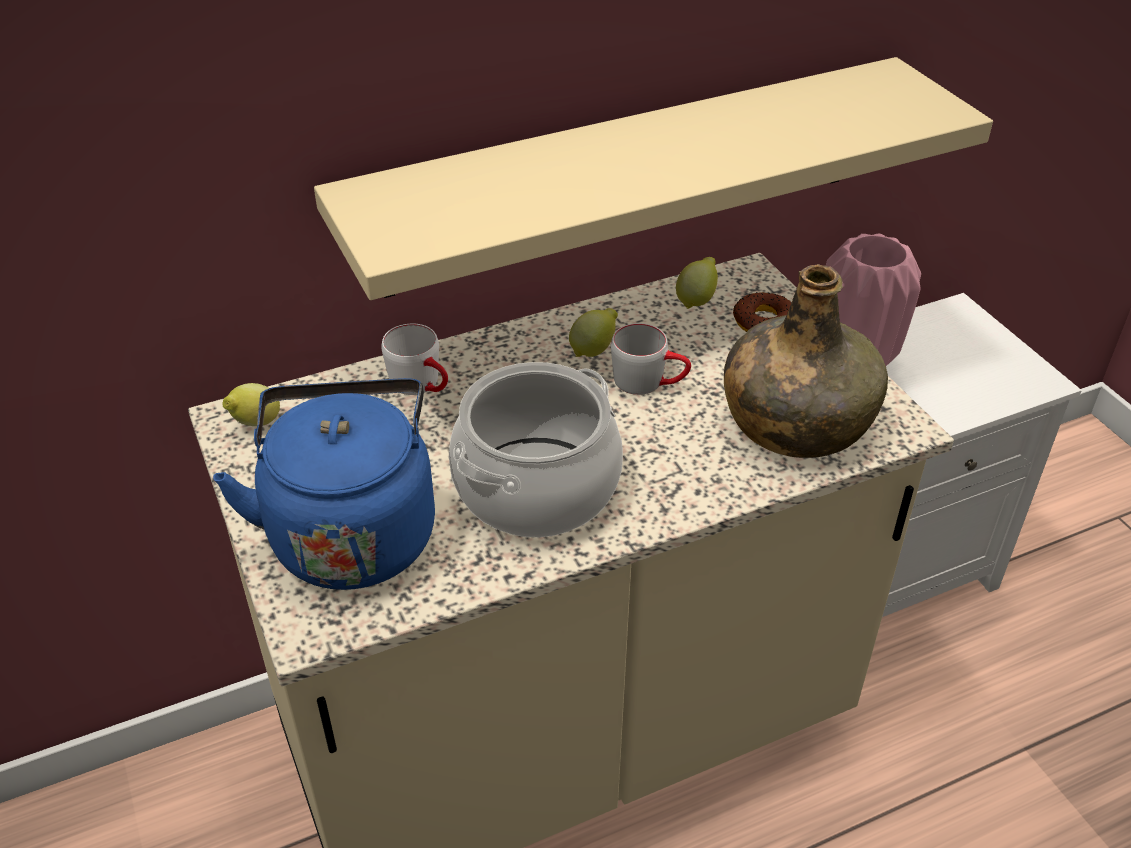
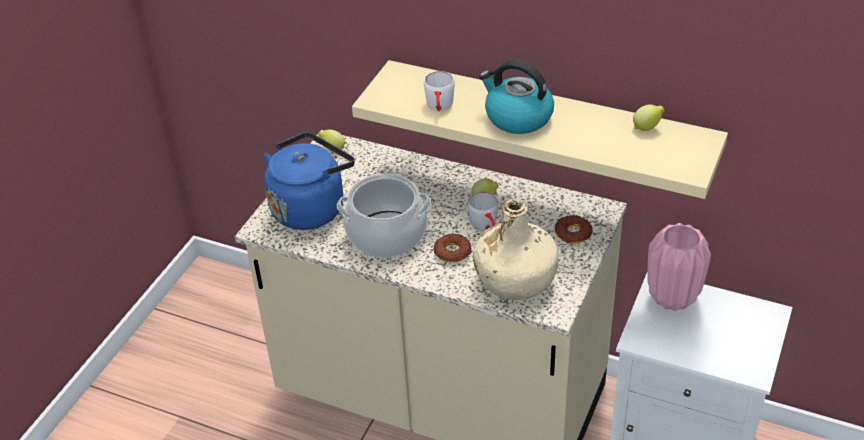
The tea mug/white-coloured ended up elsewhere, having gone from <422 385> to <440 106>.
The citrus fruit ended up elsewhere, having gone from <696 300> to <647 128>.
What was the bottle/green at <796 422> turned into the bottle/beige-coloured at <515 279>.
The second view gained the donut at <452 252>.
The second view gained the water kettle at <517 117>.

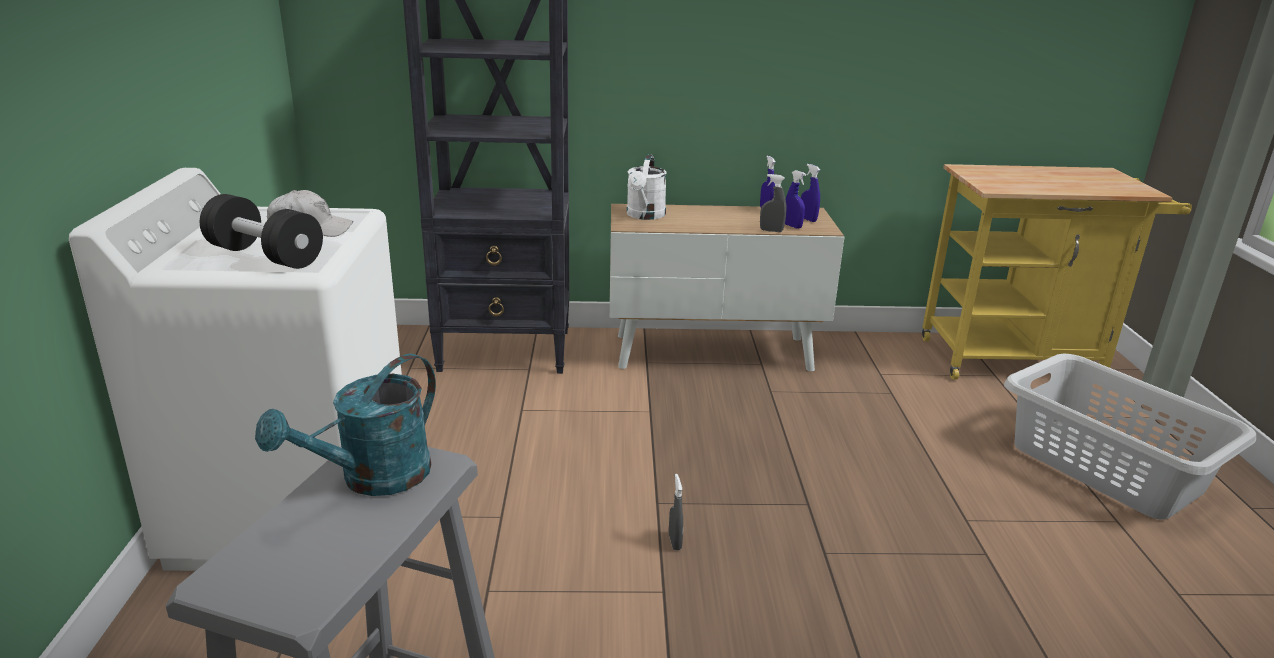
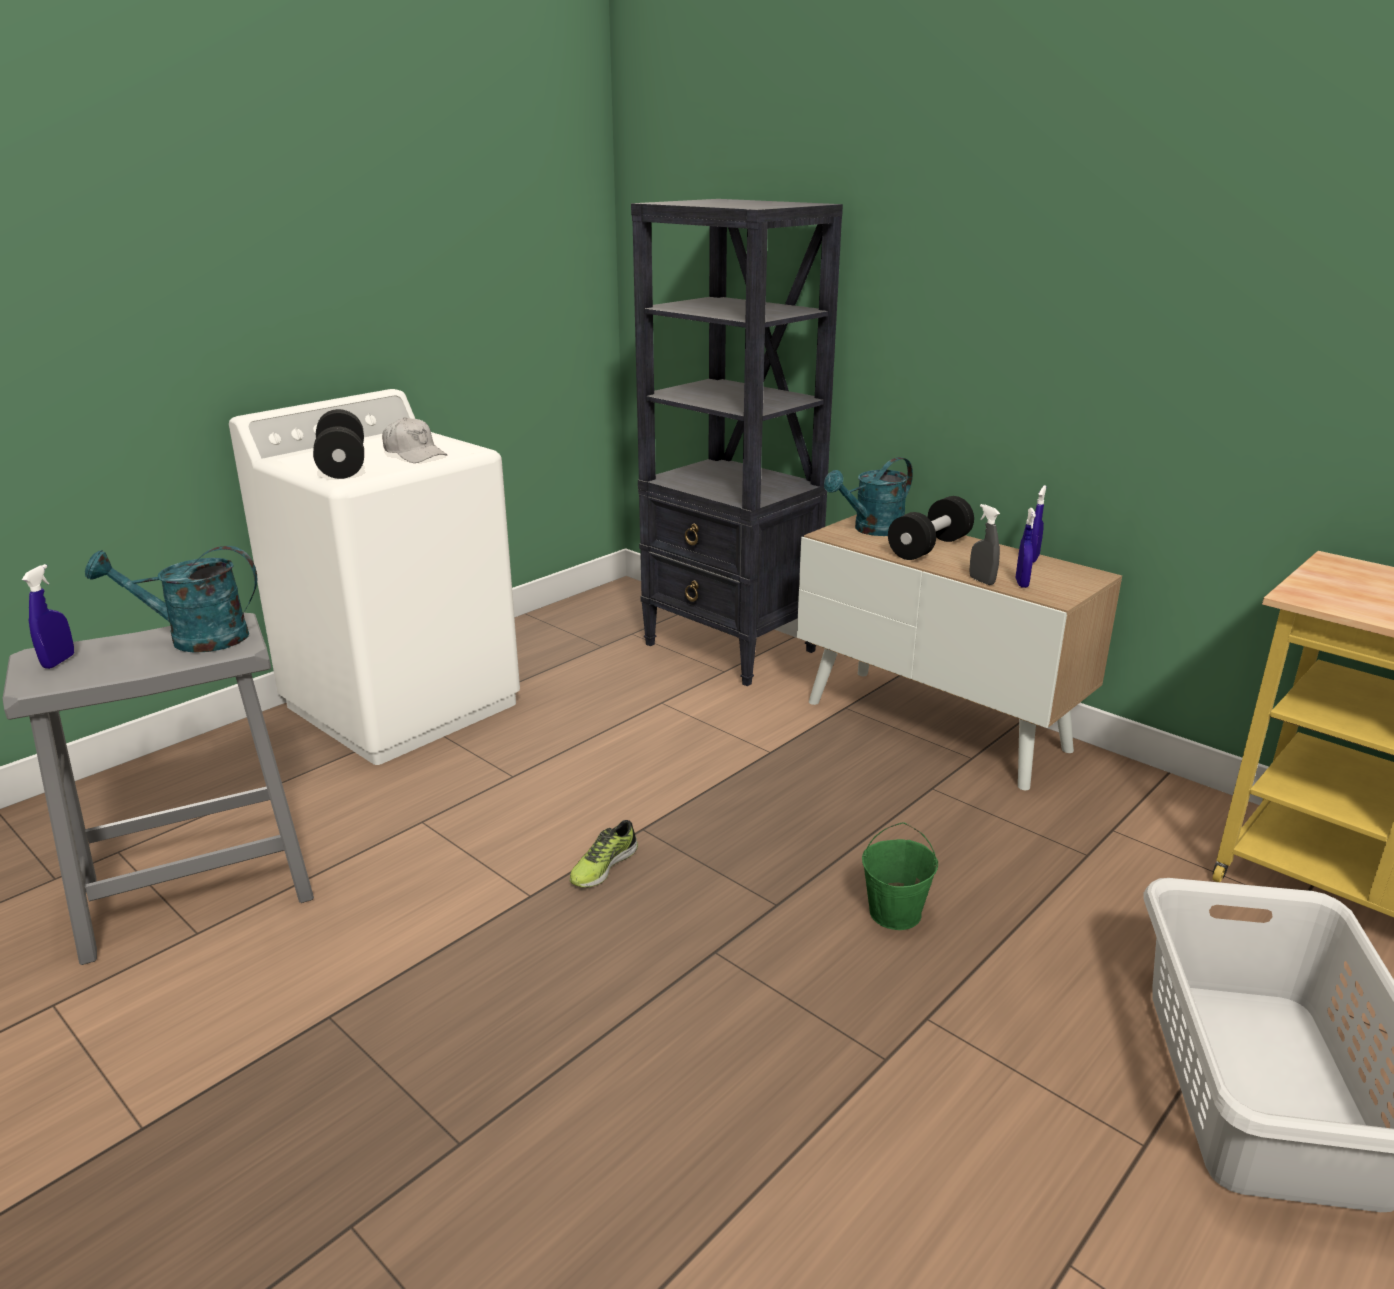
What was the watering pot/white-coloured at <645 216> turned into the watering pot/turquoise-coloured at <872 530>.
Where the spray bottle/gray stood at <675 542>, the shoe came to stand at <602 866>.
The spray bottle/bluish ended up elsewhere, having gone from <807 219> to <59 661>.
The second view gained the bucket/green at <895 913>.
The second view gained the hand weight/blackish at <929 548>.

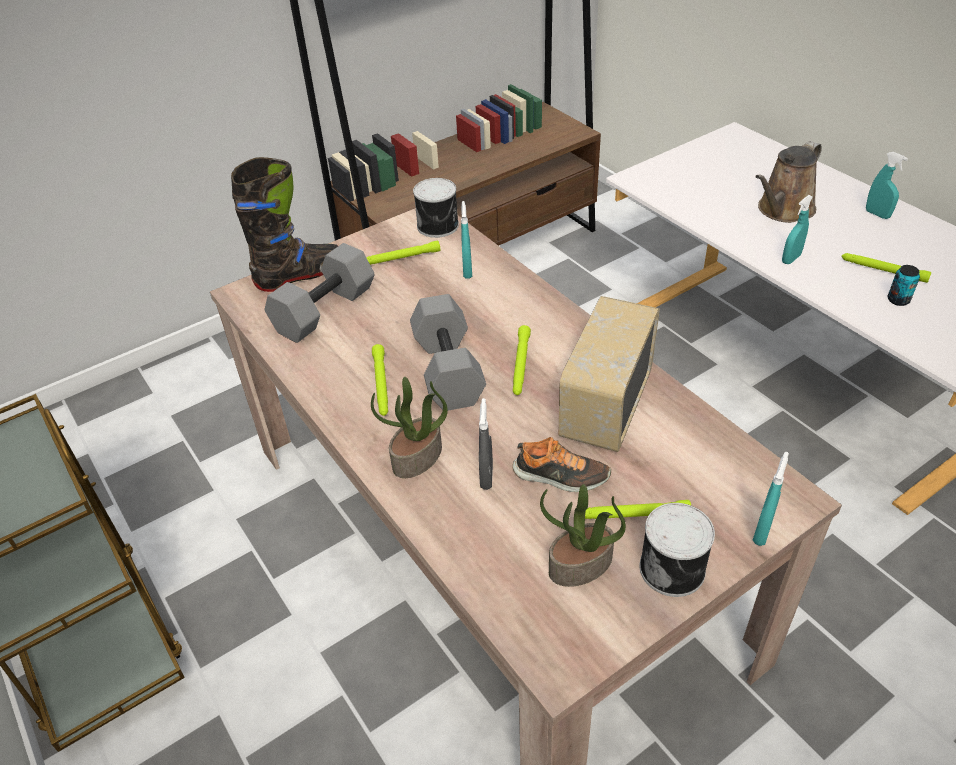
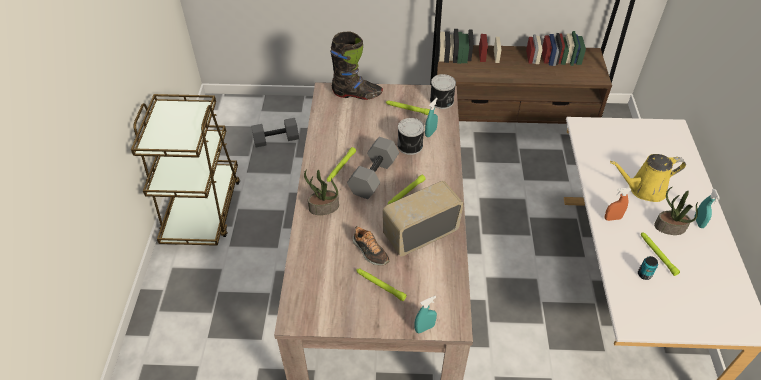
The hand weight/gray ended up elsewhere, having gone from <325 311> to <276 140>.
The second view lost the spray bottle/gray at <486 477>.
The potted plant ended up elsewhere, having gone from <580 566> to <669 228>.
The can ended up elsewhere, having gone from <673 568> to <410 145>.
What was the watering pot/brownish at <783 210> turned into the watering pot/yellow-coloured at <643 189>.
What was the spray bottle/turquoise-coloured at <791 259> turned into the spray bottle/orangey at <612 218>.

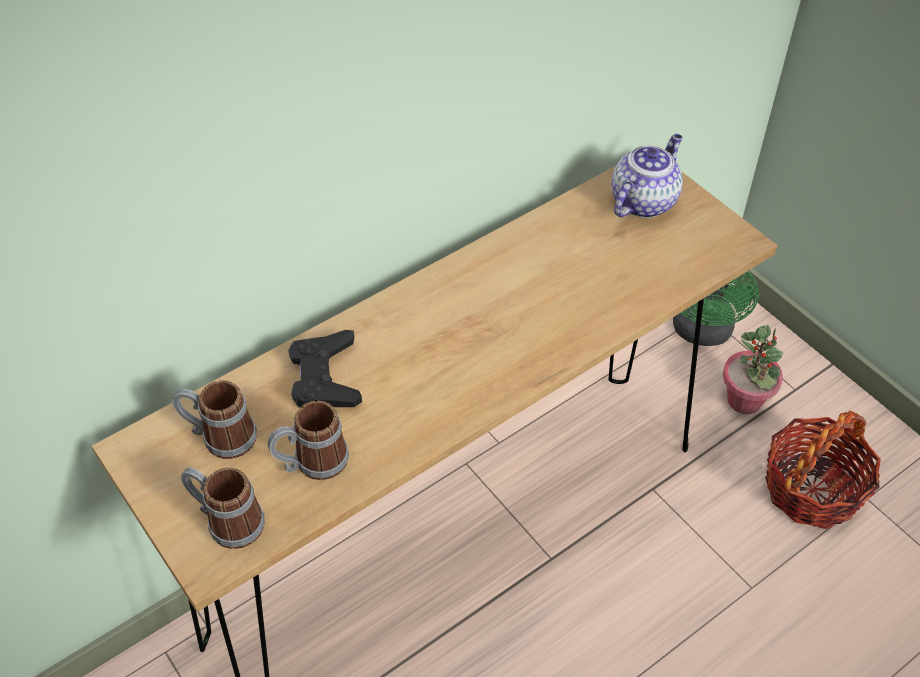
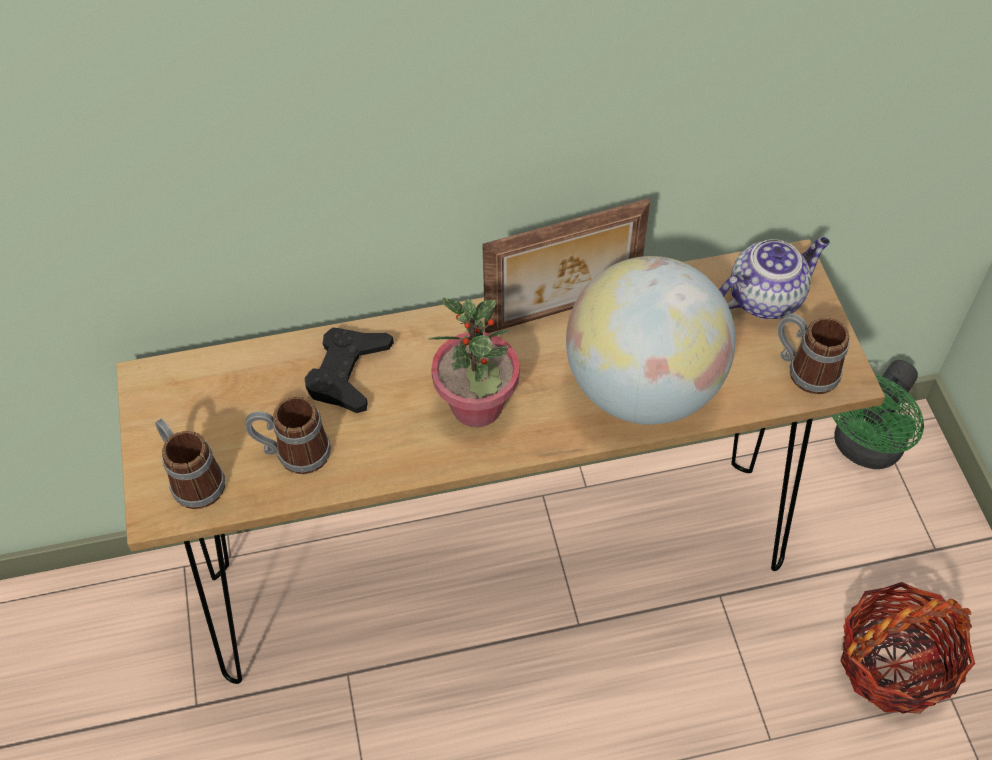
The tea mug ended up elsewhere, having gone from <220 437> to <804 369>.
The potted plant ended up elsewhere, having gone from <744 401> to <477 406>.
The second view gained the photo frame at <563 312>.
The second view gained the globe at <643 388>.

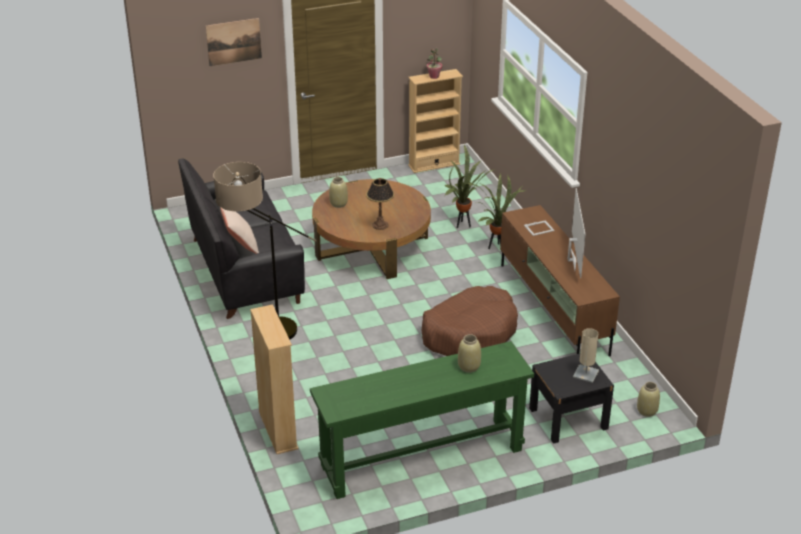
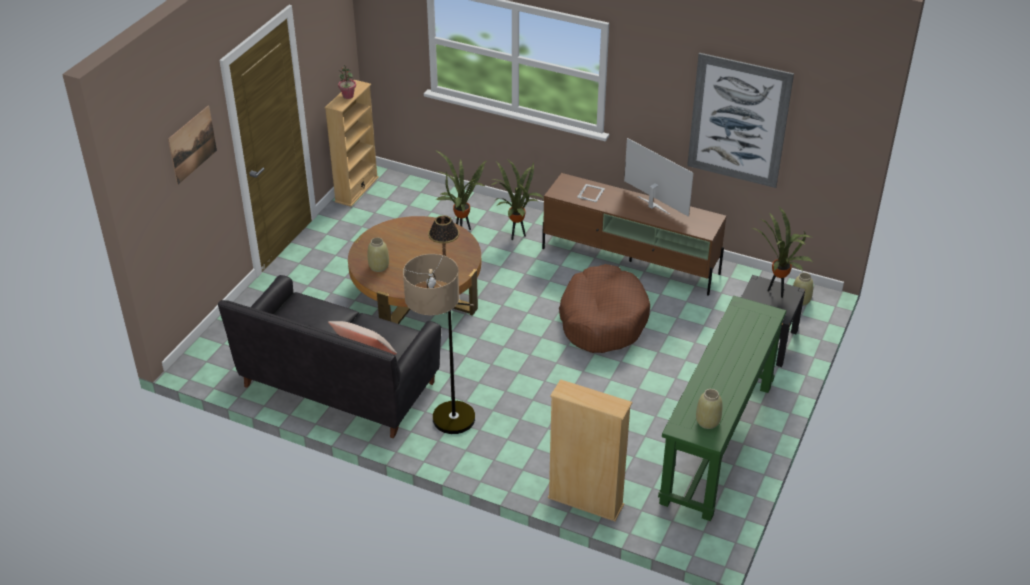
The vase/beige-coloured ended up elsewhere, having gone from <469 366> to <707 421>.
Where the tabletop lamp/beige-coloured stood at <585 374>, the potted plant came to stand at <777 292>.
The second view gained the wall art at <738 121>.

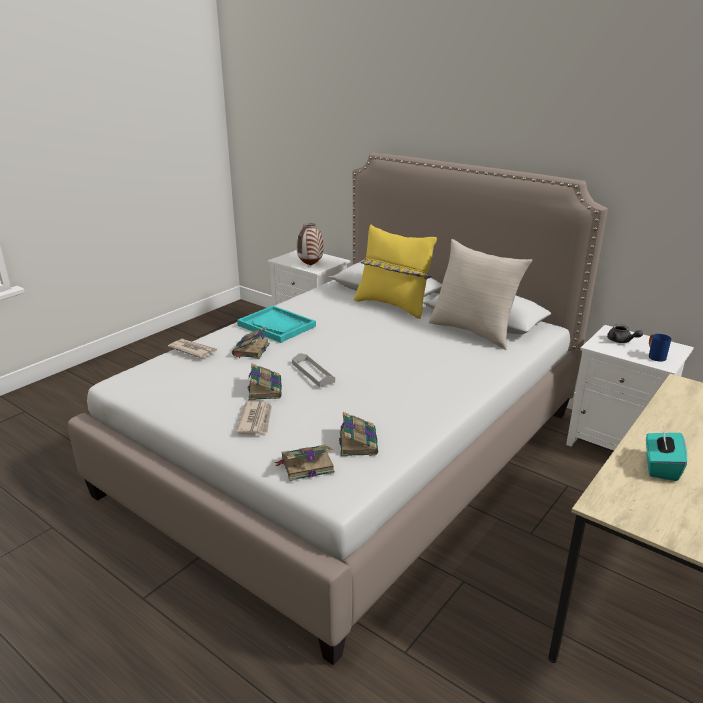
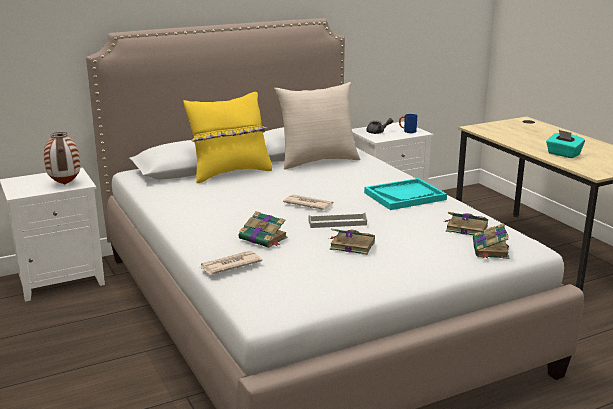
The newspaper ended up elsewhere, having gone from <256 420> to <308 204>.
The tray/turquoise-coloured ended up elsewhere, having gone from <277 326> to <405 196>.

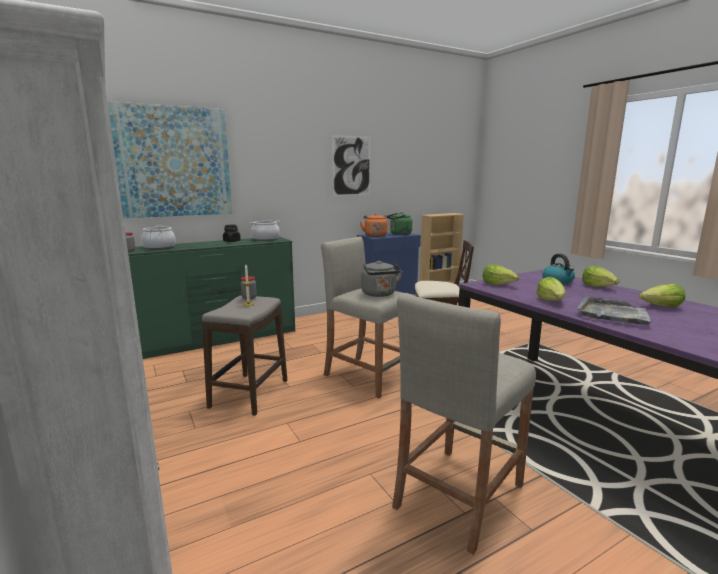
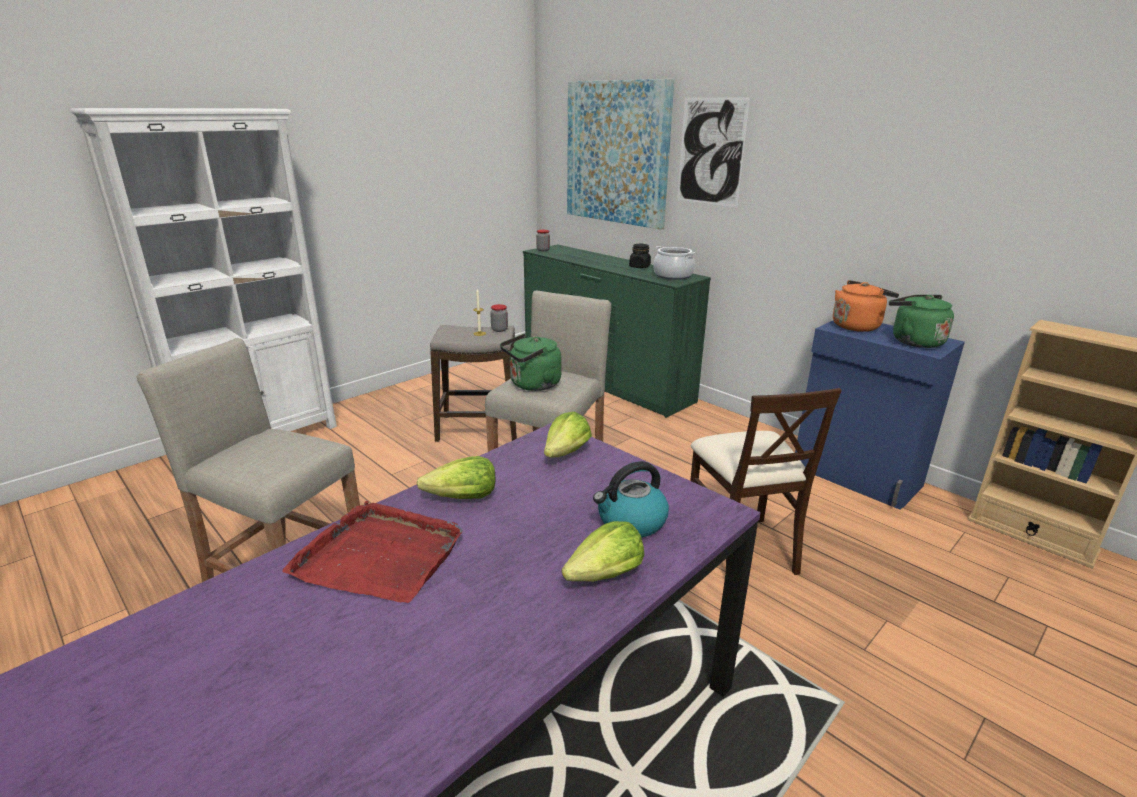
The second view lost the saucepot at <159 247>.
The wall art ended up elsewhere, having gone from <351 166> to <711 152>.
What was the water kettle/gray at <380 294> turned into the water kettle/green at <532 385>.
What was the tray/gray at <613 314> turned into the tray/red at <380 556>.
The second view lost the lettuce at <661 307>.

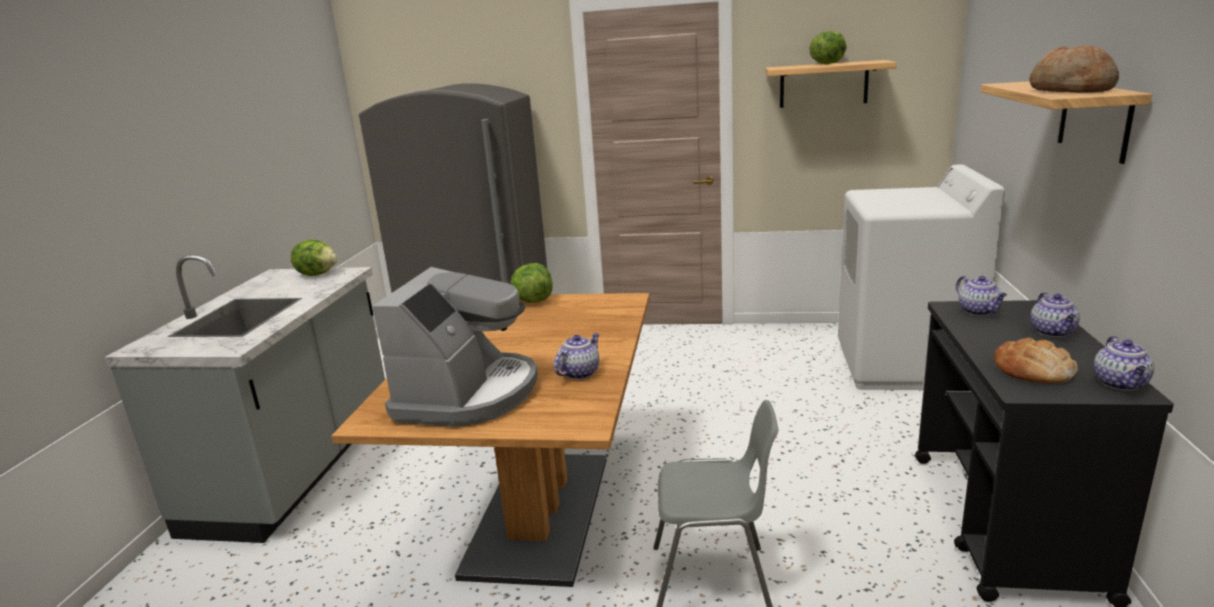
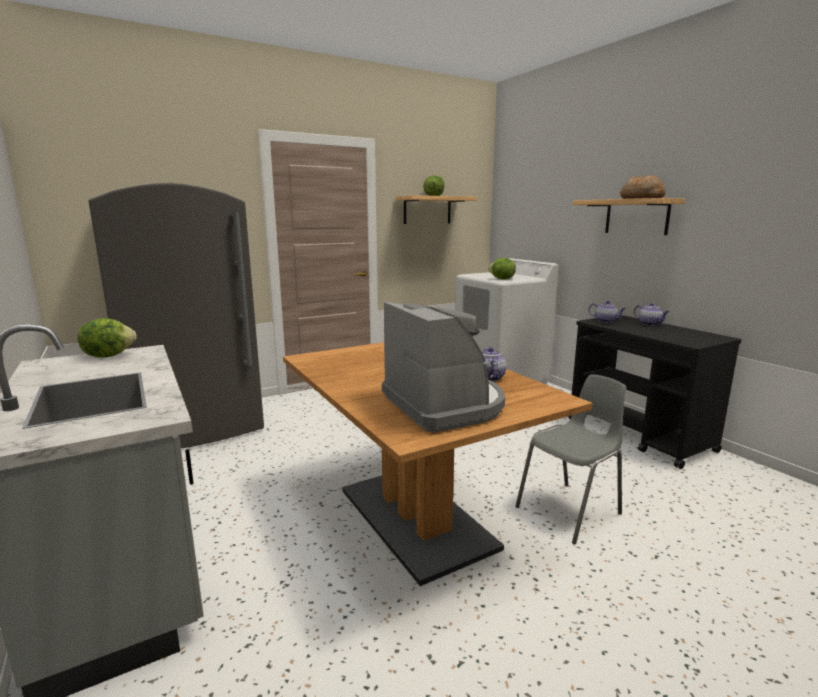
The lettuce ended up elsewhere, having gone from <532 301> to <501 279>.
The second view lost the bread at <1033 370>.
The second view lost the tea pot at <1121 384>.

